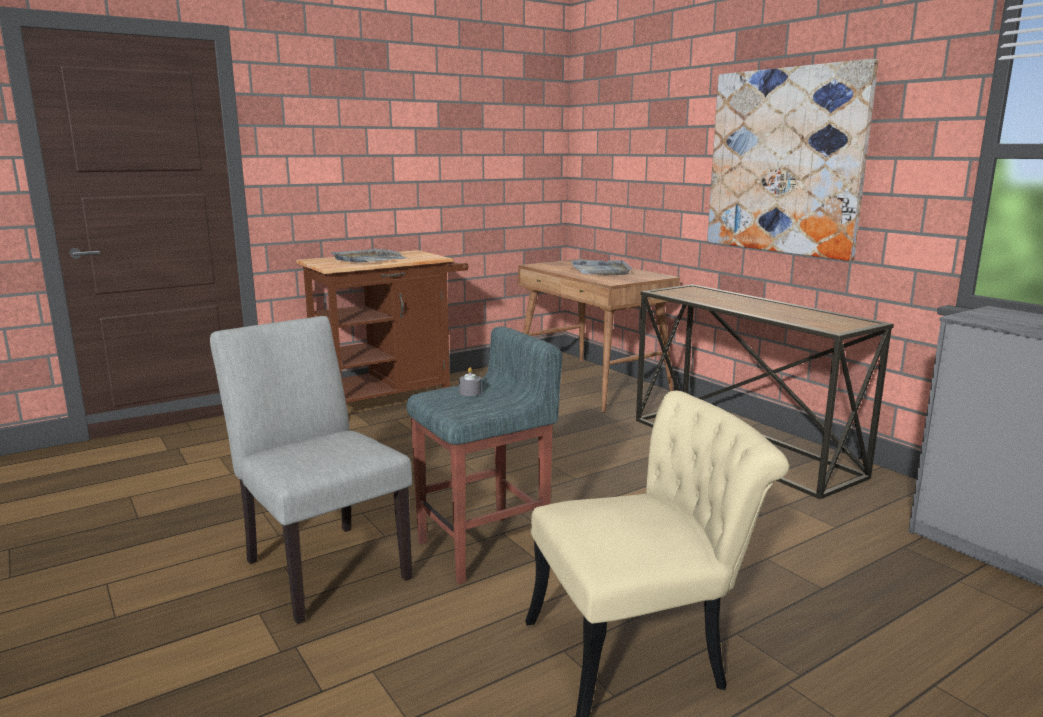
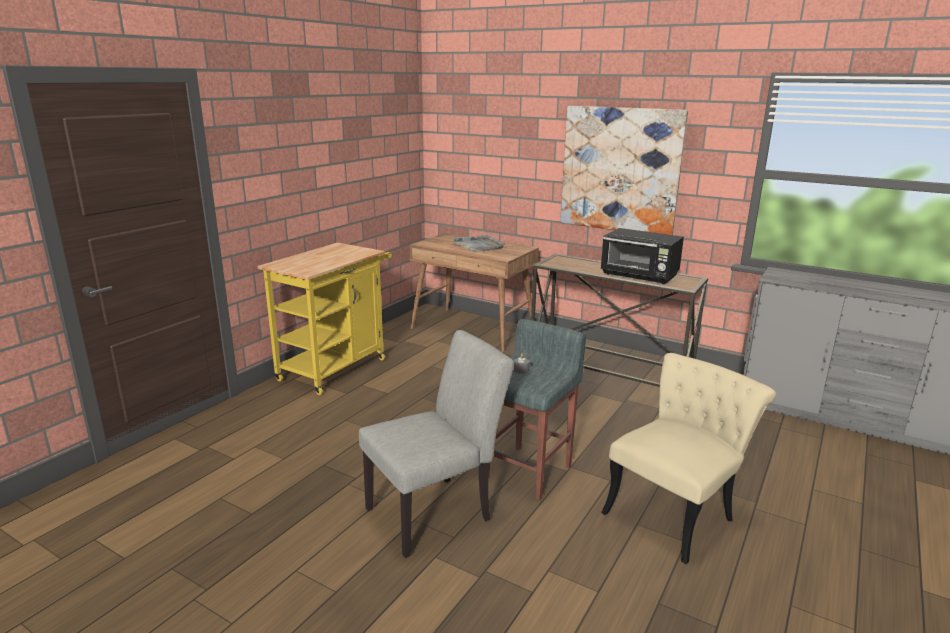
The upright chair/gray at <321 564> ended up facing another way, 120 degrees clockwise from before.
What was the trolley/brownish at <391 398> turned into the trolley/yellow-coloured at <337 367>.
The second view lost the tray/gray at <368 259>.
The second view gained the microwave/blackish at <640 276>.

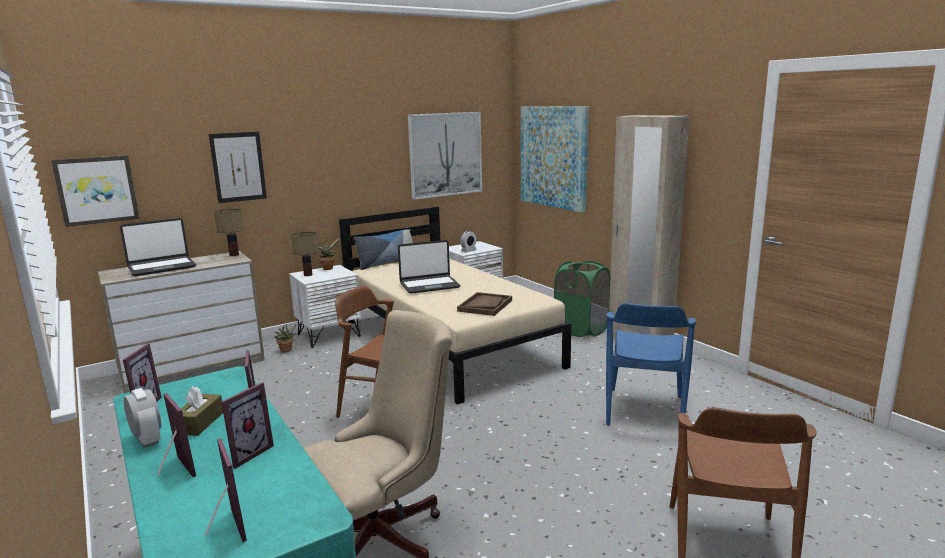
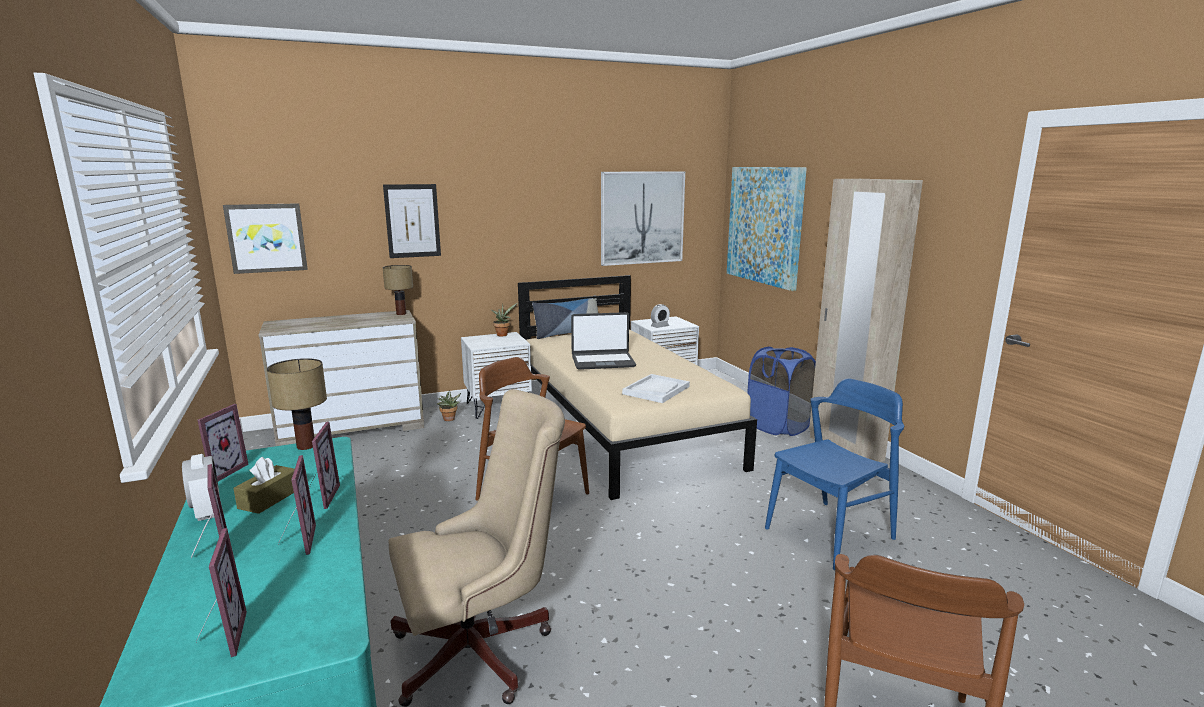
The second view lost the notebook computer at <161 267>.
The photo frame at <246 453> ended up facing another way, 60 degrees counterclockwise from before.
The tabletop lamp ended up elsewhere, having gone from <307 275> to <306 446>.
What was the tray/brownish at <485 305> turned into the tray/white-coloured at <656 390>.
What was the laundry basket/green at <581 329> turned into the laundry basket/bluish at <778 426>.
The upright chair/bluish at <644 411> ended up facing another way, 150 degrees counterclockwise from before.

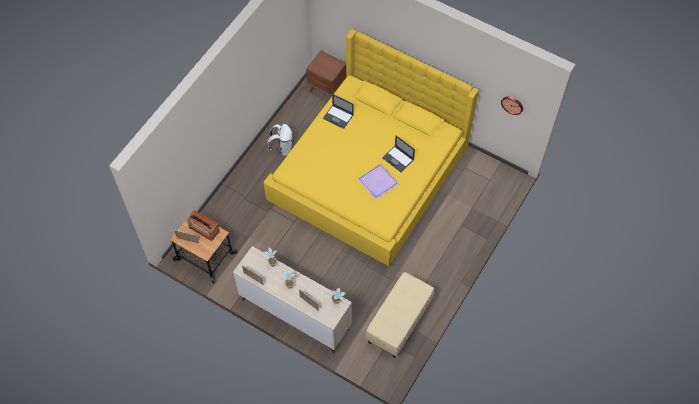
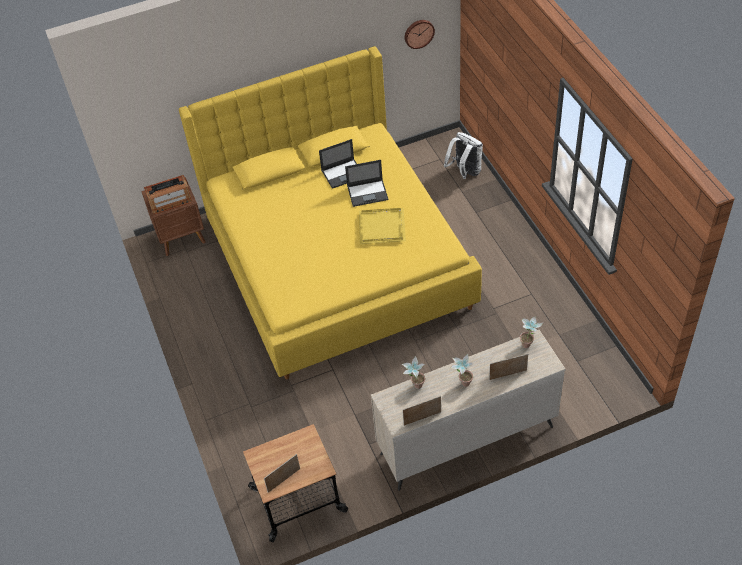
The radio ended up elsewhere, having gone from <204 229> to <170 202>.
The rucksack/white-coloured ended up elsewhere, having gone from <282 148> to <465 172>.
The notebook computer ended up elsewhere, having gone from <338 116> to <343 173>.
What was the tray/purplish at <378 182> turned into the tray/yellow-coloured at <382 226>.
The second view lost the bench/beige-coloured at <399 322>.

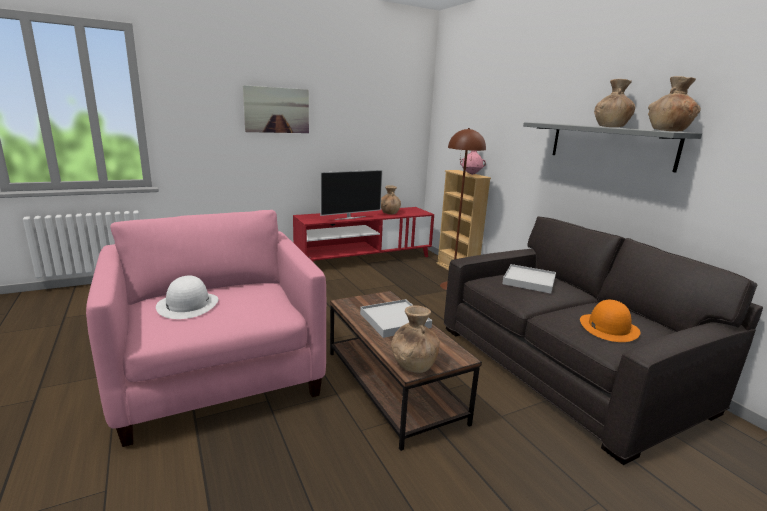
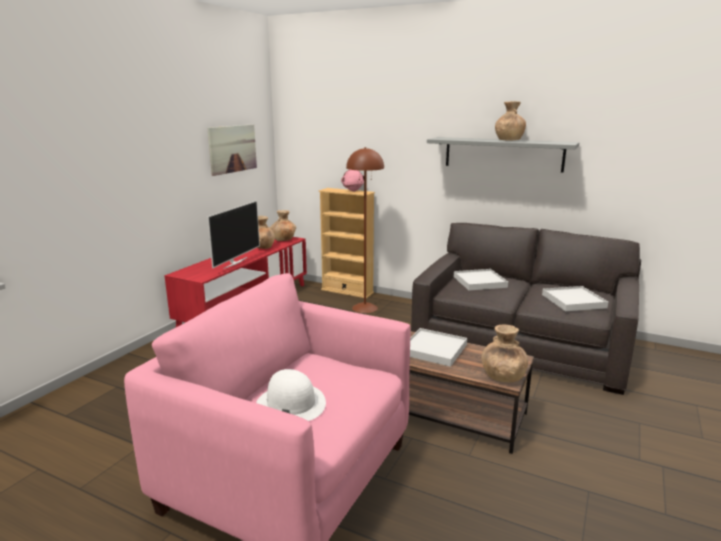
The wall art ended up elsewhere, having gone from <277 110> to <232 149>.
Where the hat/orangey stood at <608 327>, the tray/white-coloured came to stand at <573 301>.
The vase/brownish ended up elsewhere, having gone from <668 131> to <283 239>.

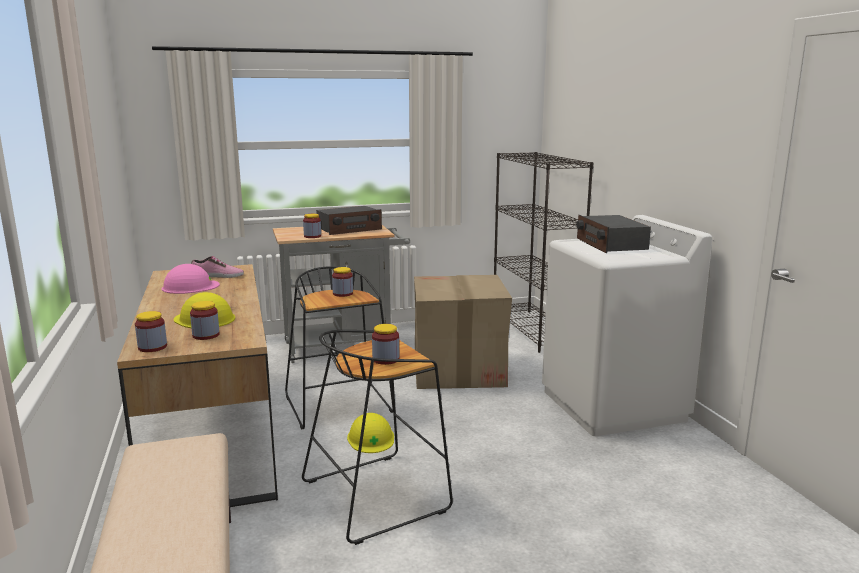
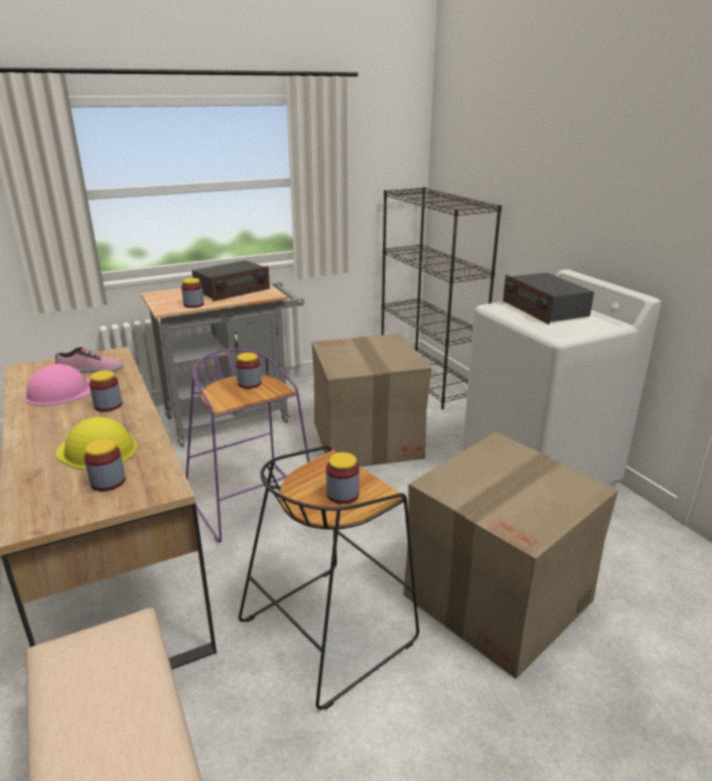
The preserve jar ended up elsewhere, having gone from <152 347> to <108 405>.
What was the sitting stool/blackish at <340 405> turned into the sitting stool/purplish at <252 502>.
The second view lost the hard hat/yellow-coloured at <371 438>.
The second view gained the packing box at <498 597>.

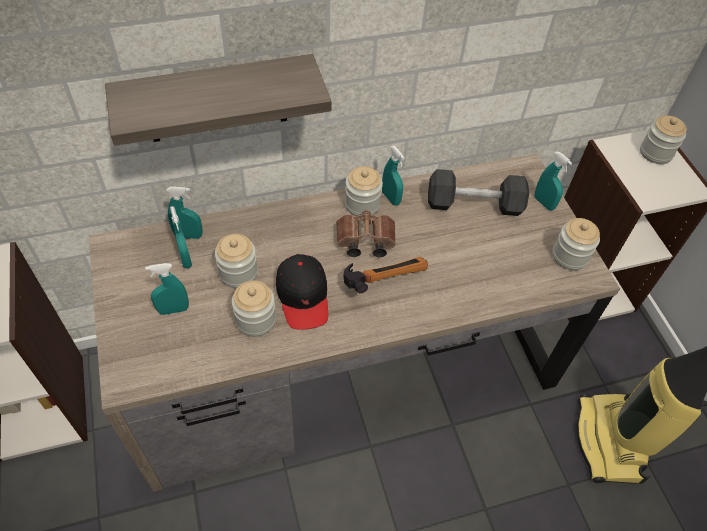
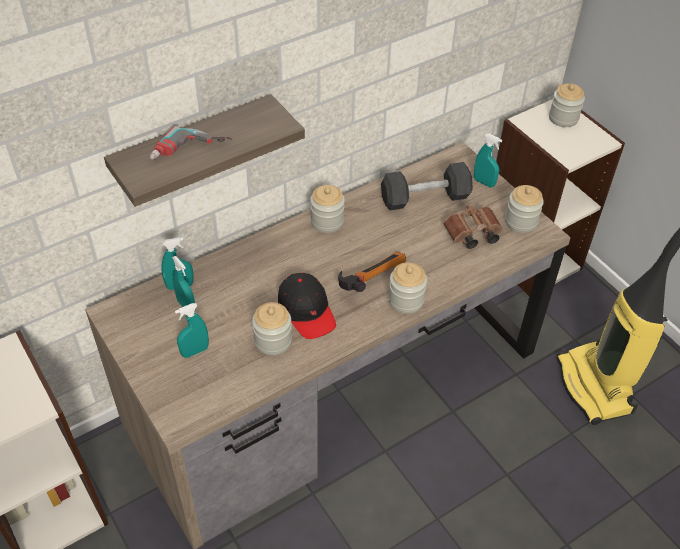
The preserve jar ended up elsewhere, having gone from <238 273> to <406 300>.
The binoculars/brownish ended up elsewhere, having gone from <363 242> to <471 235>.
The second view lost the spray bottle/turquoise-coloured at <390 198>.
The second view gained the electric drill at <190 152>.

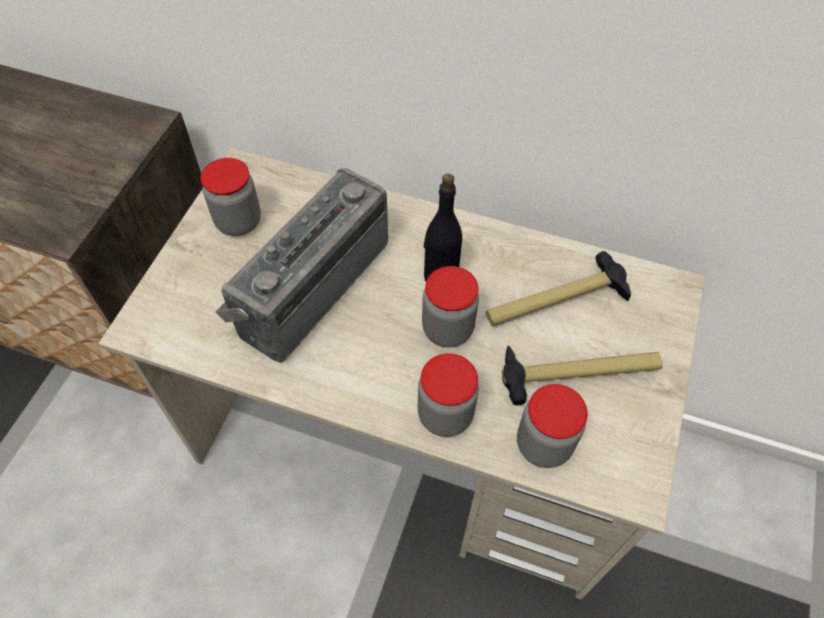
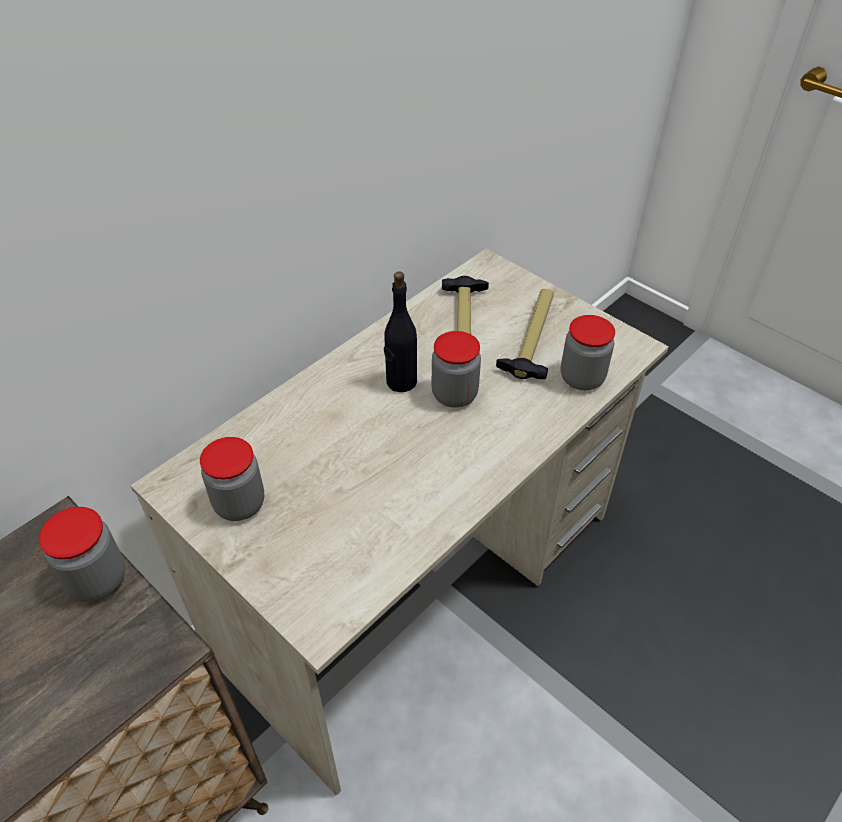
The second view lost the radio at <309 284>.
The preserve jar ended up elsewhere, having gone from <445 415> to <98 579>.

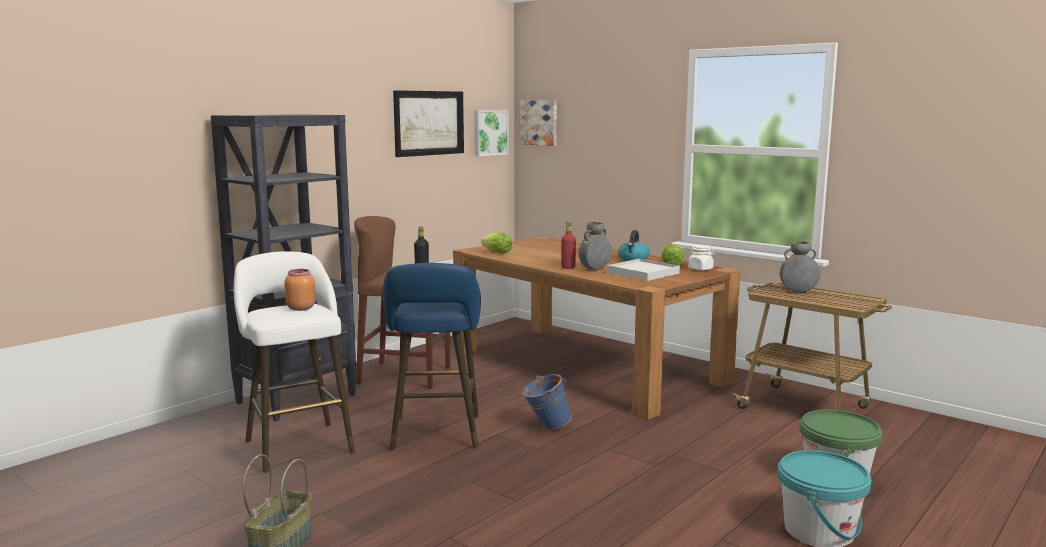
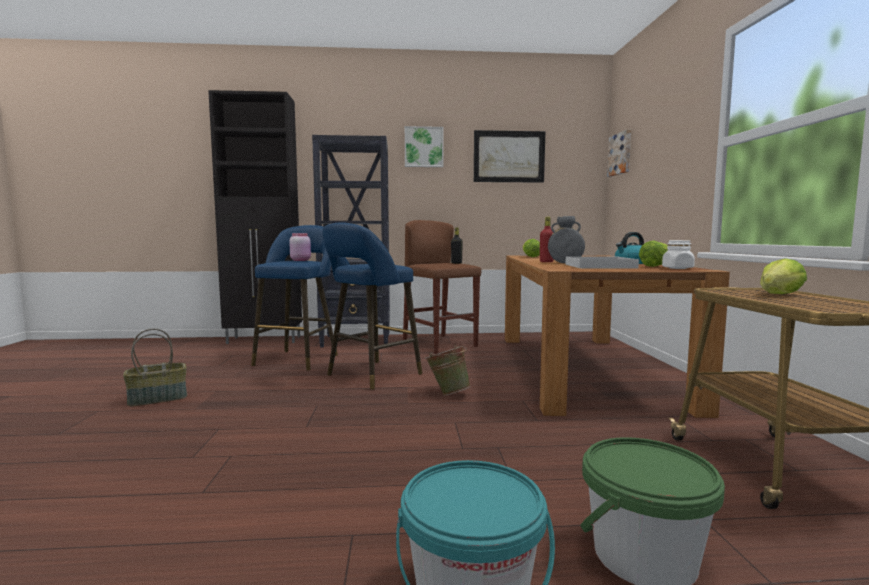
What was the sitting stool/white-coloured at <297 444> turned into the sitting stool/bluish at <299 359>.
What was the preserve jar/orangey at <301 308> turned into the preserve jar/pink-coloured at <301 260>.
The wall art ended up elsewhere, having gone from <489 132> to <423 147>.
What was the bucket/bluish at <546 427> turned into the bucket/green at <447 393>.
Where the vase/gray stood at <798 291>, the lettuce came to stand at <779 295>.
The second view gained the cupboard/blackish at <265 340>.

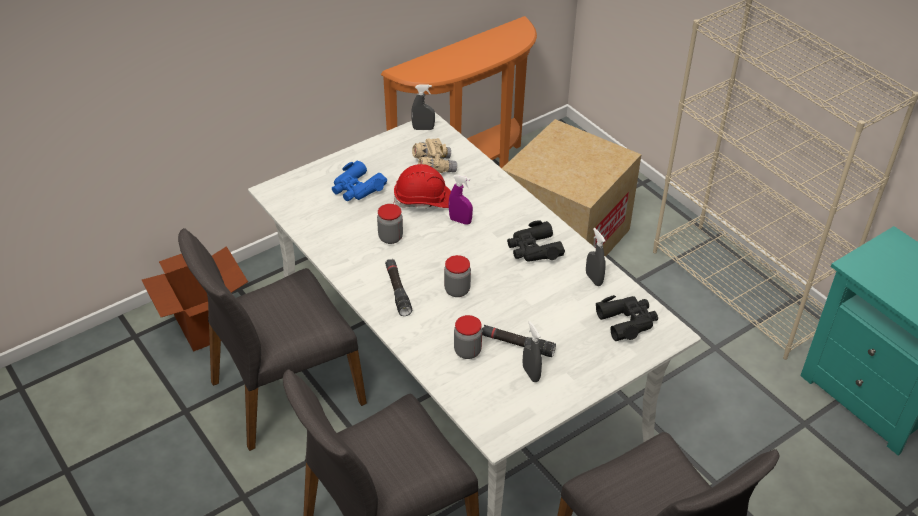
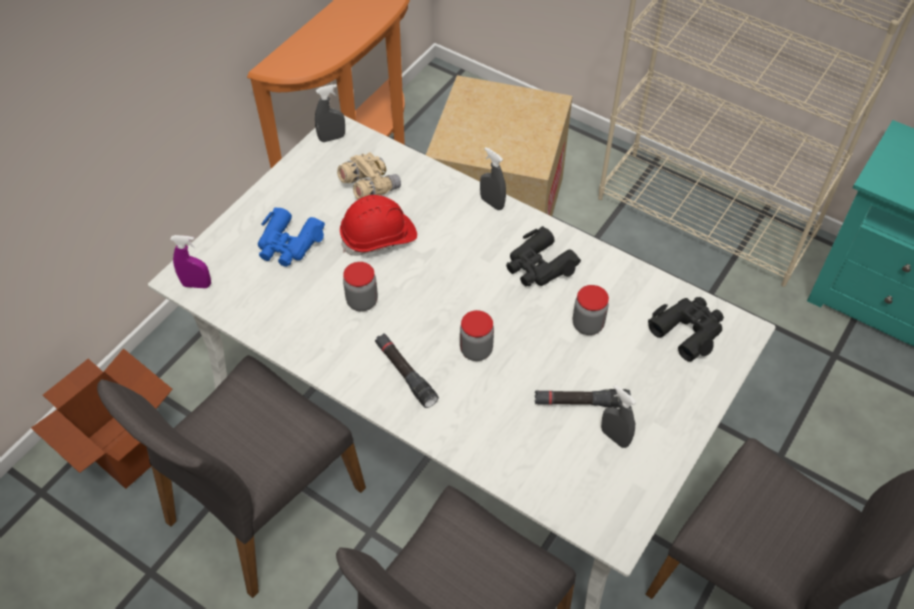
The spray bottle/purplish ended up elsewhere, having gone from <460 221> to <196 284>.
The preserve jar ended up elsewhere, having gone from <467 351> to <587 324>.
The spray bottle/gray ended up elsewhere, having gone from <593 279> to <492 203>.

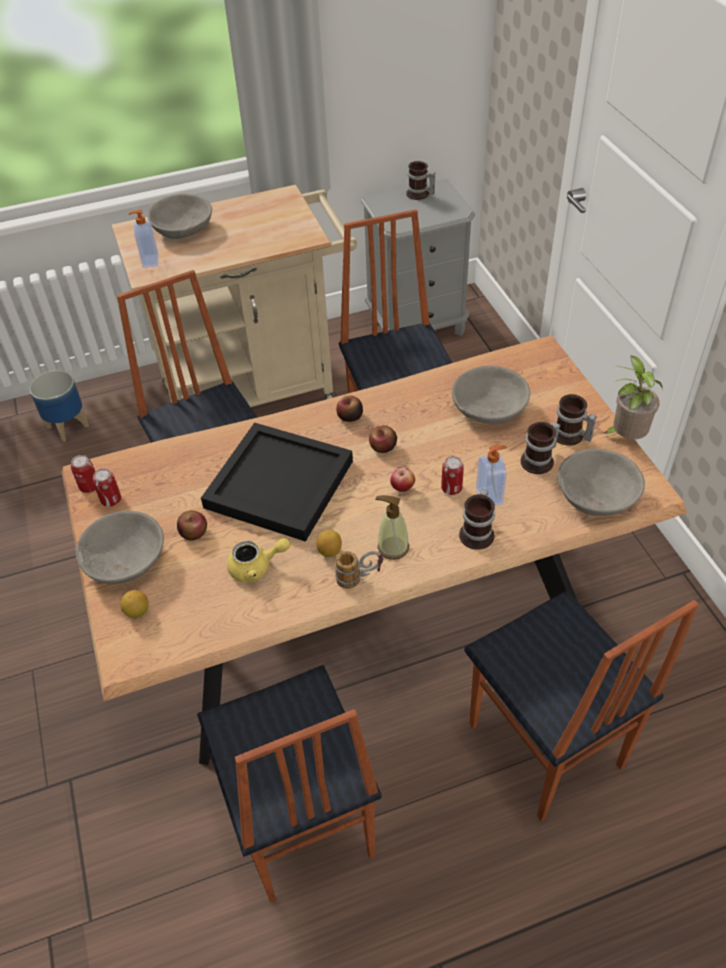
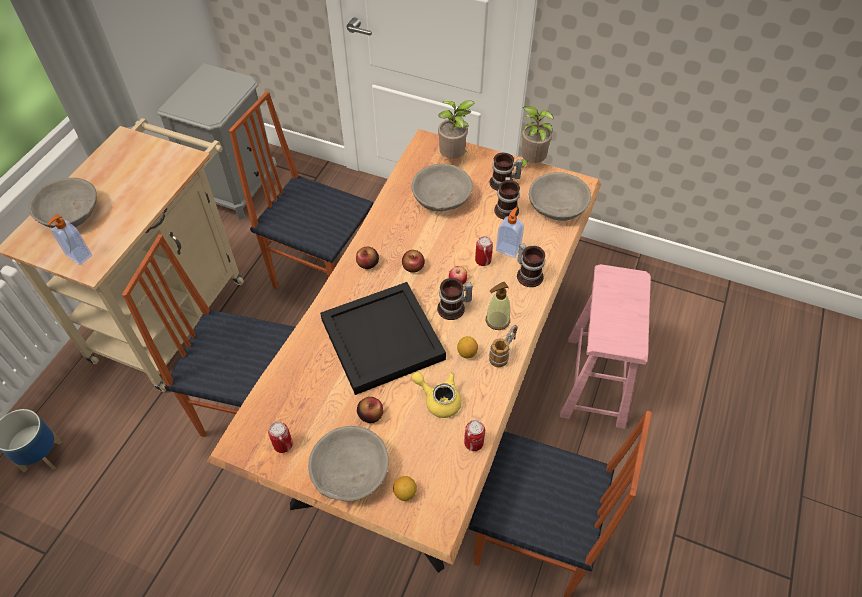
The can ended up elsewhere, having gone from <89 486> to <473 443>.
The tea pot/yellow-coloured at <256 567> ended up facing another way, 90 degrees counterclockwise from before.
The tea mug ended up elsewhere, having gone from <419 195> to <454 309>.
Where the upright chair stood at <544 747>, the sitting stool/pink-coloured came to stand at <596 381>.
The second view gained the potted plant at <453 158>.

